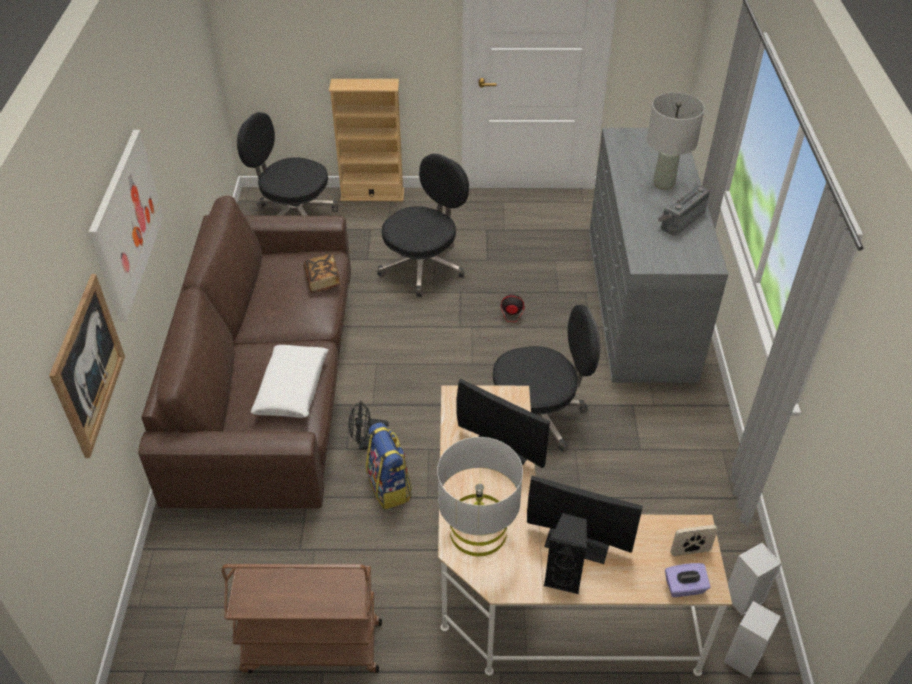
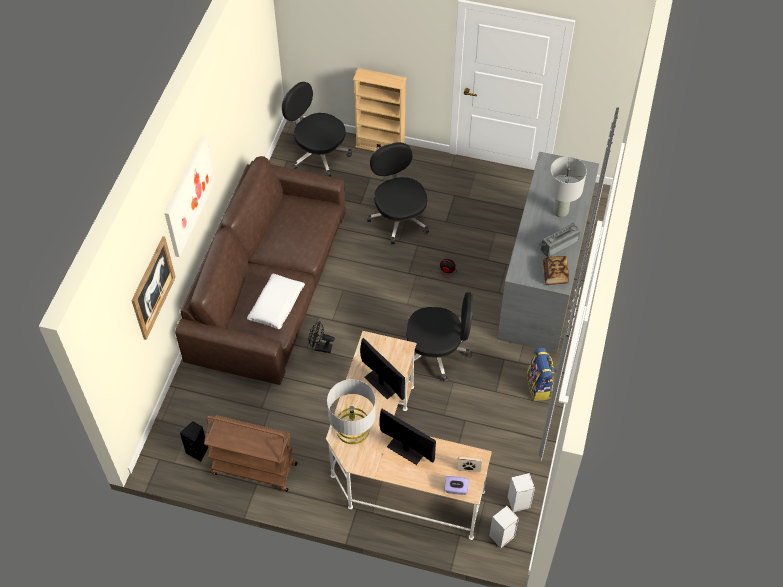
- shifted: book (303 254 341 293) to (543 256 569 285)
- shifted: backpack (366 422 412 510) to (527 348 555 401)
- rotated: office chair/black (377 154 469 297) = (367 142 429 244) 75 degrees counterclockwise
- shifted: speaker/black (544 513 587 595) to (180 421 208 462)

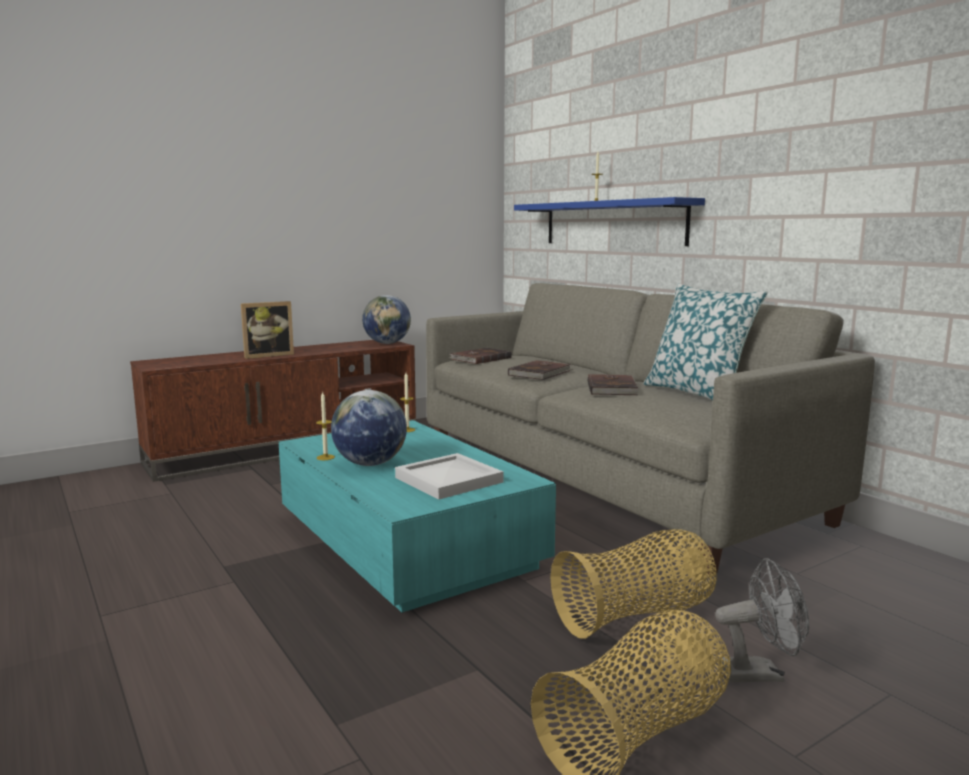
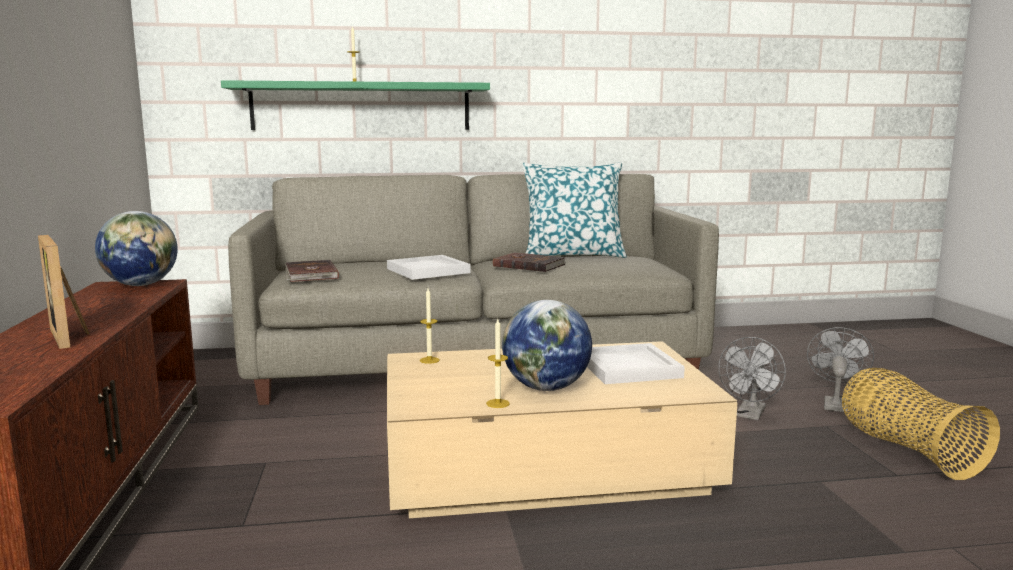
- rotated: picture frame (241 301 294 359) = (38 235 90 349) 150 degrees clockwise
- repainted: coffee table/turquoise (279 420 556 612) to coffee table/beige (387 341 738 518)
- swapped: book/brown (508 360 573 380) to tray/white (387 255 470 280)
- repainted: shelf/blue (514 197 705 246) to shelf/green (221 80 490 130)
- swapped: basket (550 529 717 639) to fan/grey (718 337 786 420)

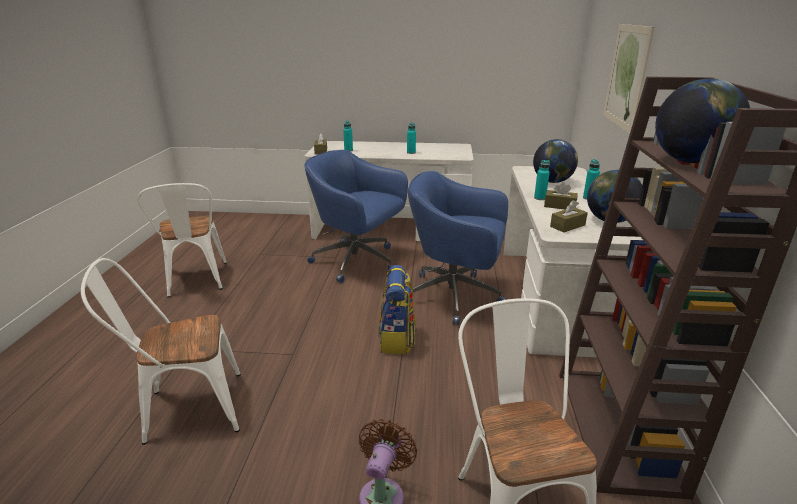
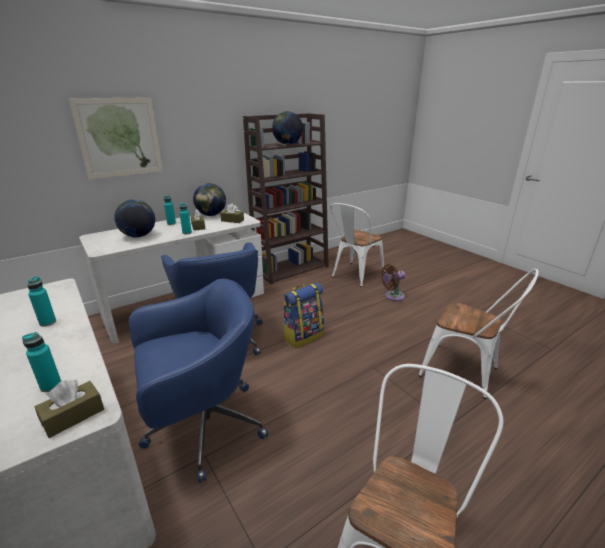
- rotated: office chair/blue (304 150 408 283) = (129 279 268 483) 105 degrees counterclockwise

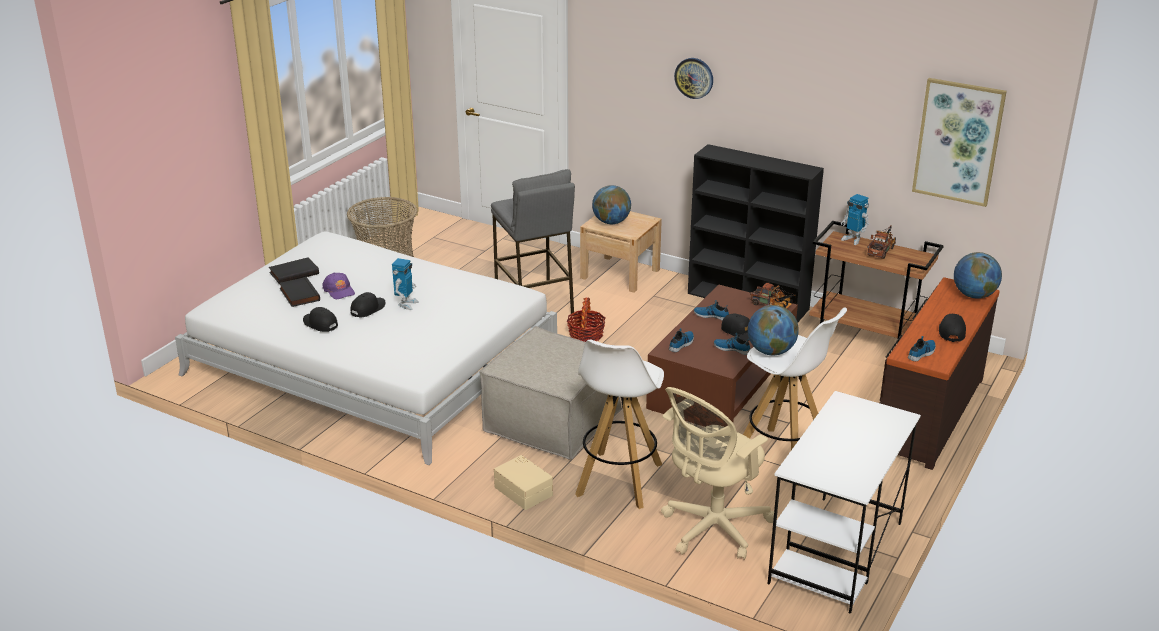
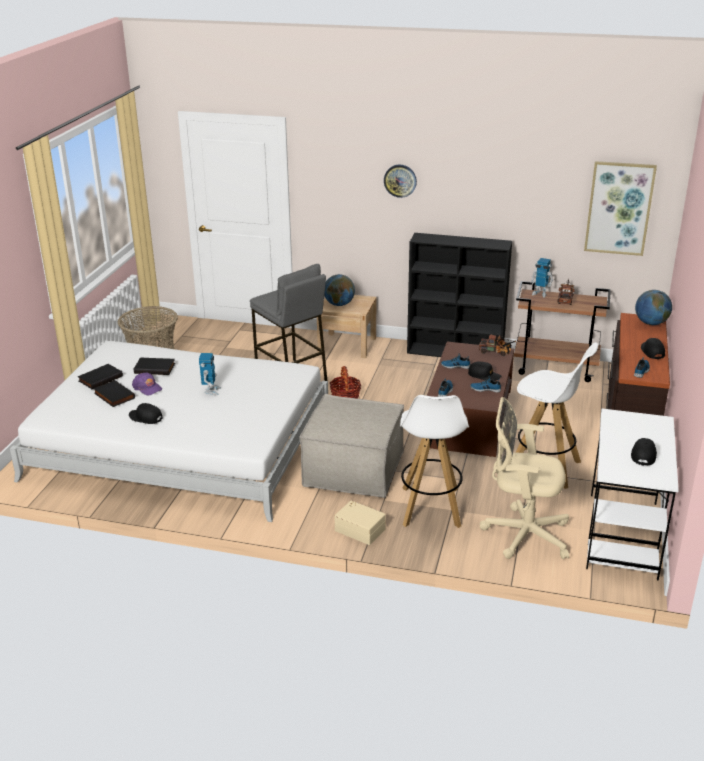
- shifted: cap/black (351 292 385 317) to (631 438 657 466)
- rotated: office chair/beige (661 387 774 560) = (479 397 569 559) 75 degrees clockwise
- gone: globe (748 305 799 355)
- new: book/black (134 357 175 375)

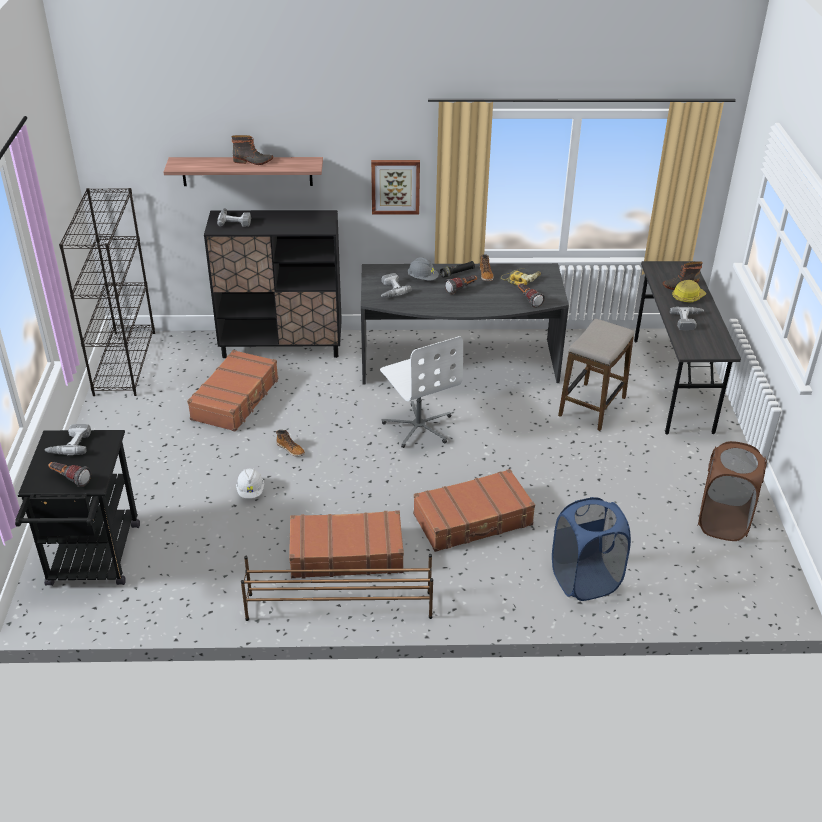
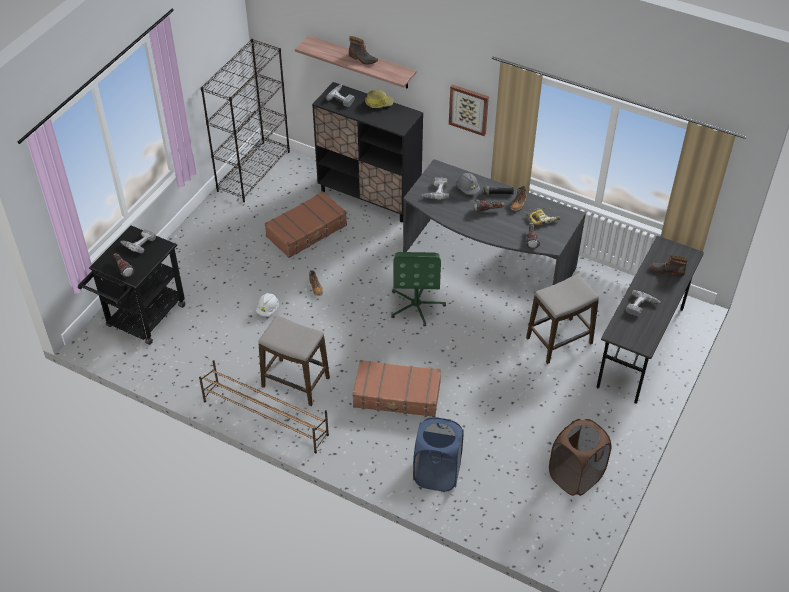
- swapped: suitcase/brown (289 510 404 578) to stool (258 315 330 406)
- repainted: office chair/white (380 336 463 448) to office chair/green (391 252 446 327)
- shifted: hard hat (672 280 706 303) to (365 89 393 108)

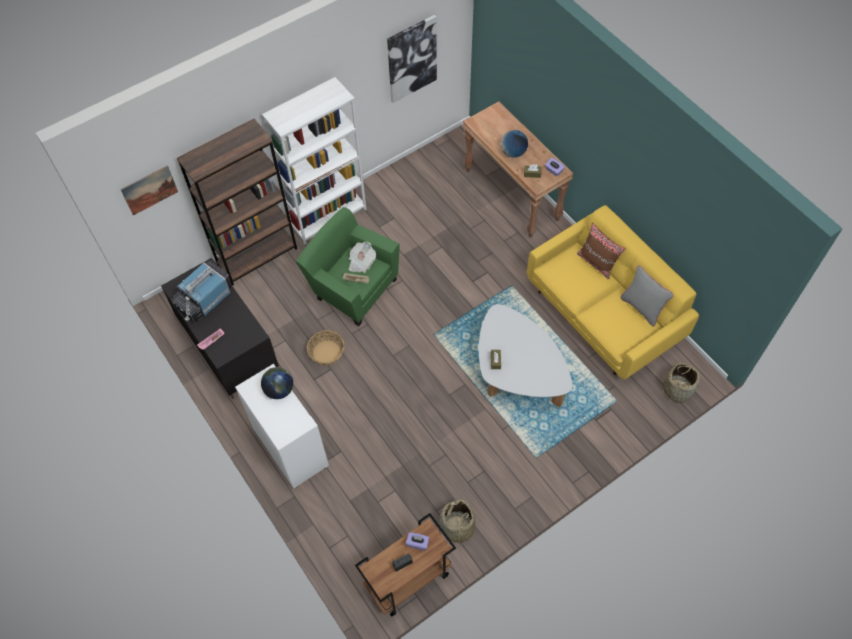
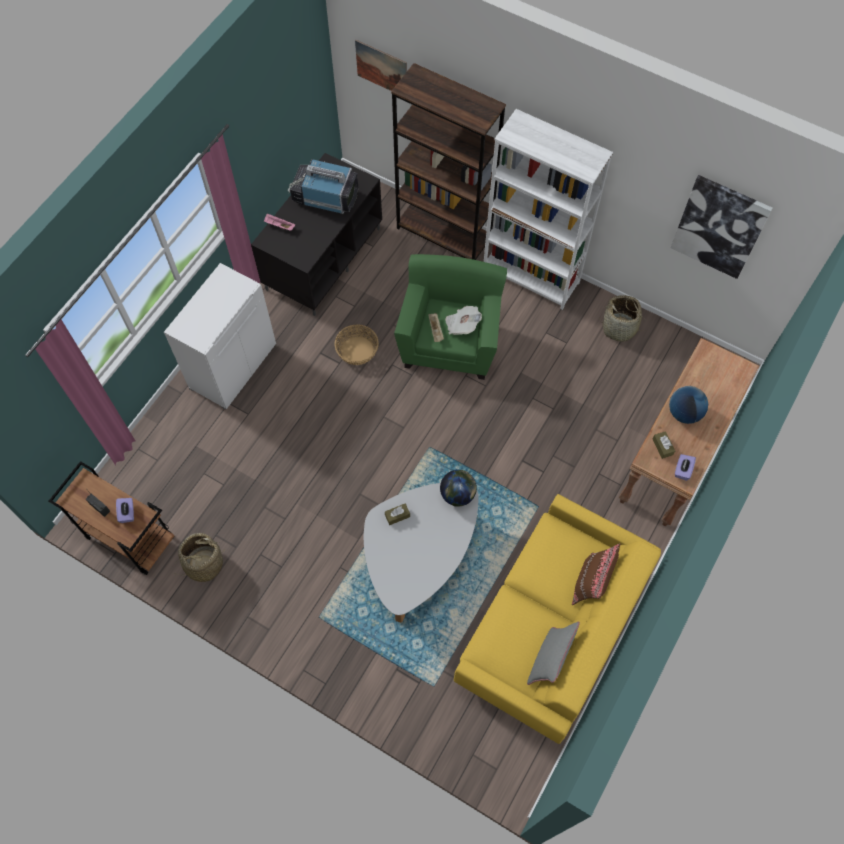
- shifted: globe (261 367 293 399) to (440 470 477 507)
- shifted: basket (663 363 700 403) to (599 295 649 342)

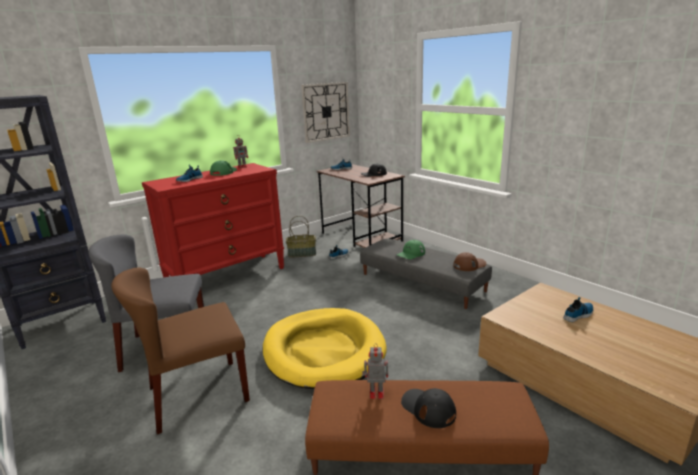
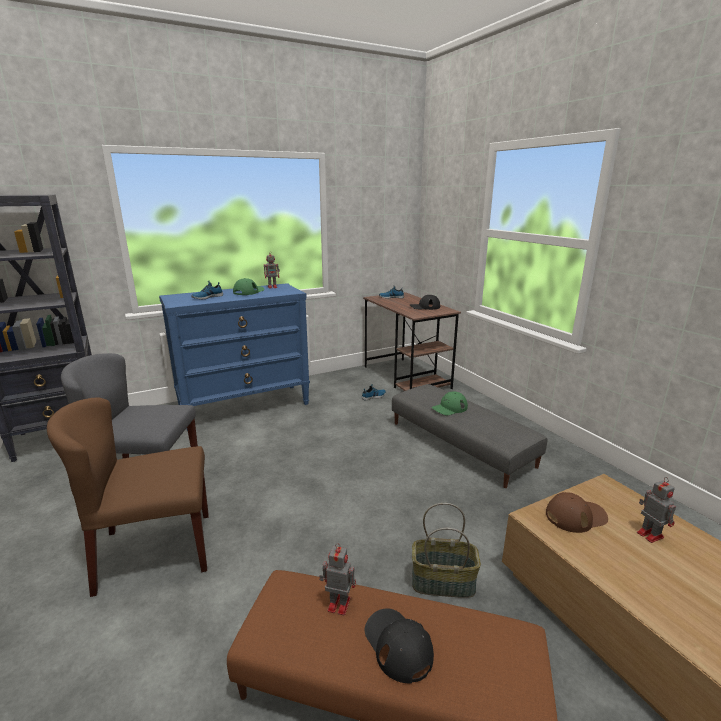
- repainted: dresser/red (142 163 284 277) to dresser/blue (159 283 310 431)
- gone: dog bed/yellow (263 308 387 389)
- shifted: basket (286 216 316 257) to (412 503 481 598)
- gone: wall clock (301 82 350 143)
- shifted: cap/brown (454 252 486 271) to (546 492 608 533)
- swapped: shoe (563 297 594 322) to toy robot (637 477 676 543)

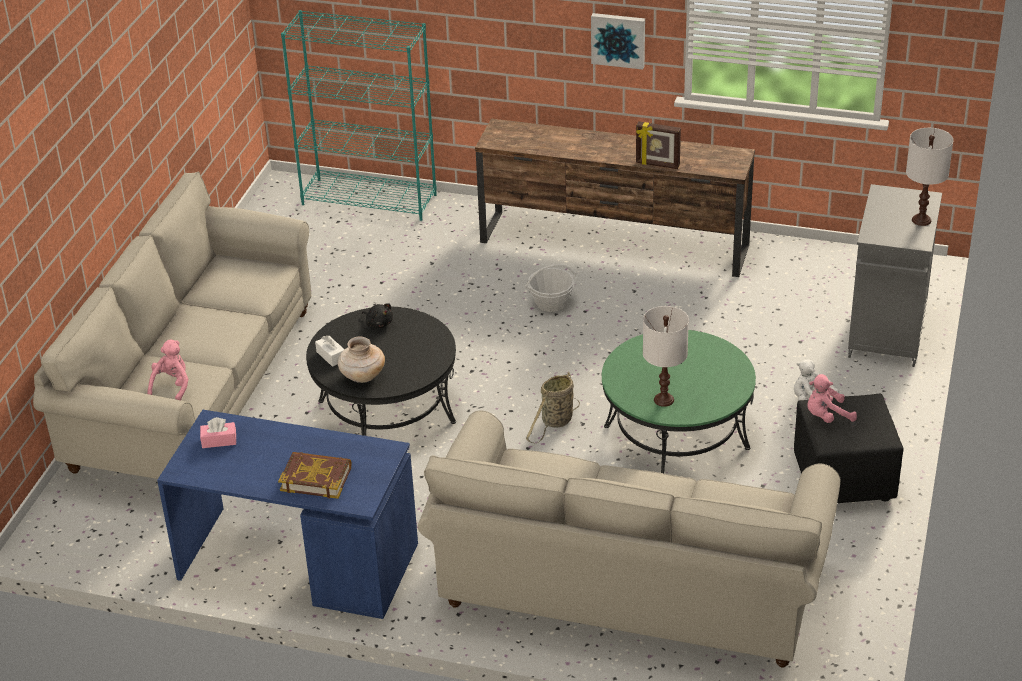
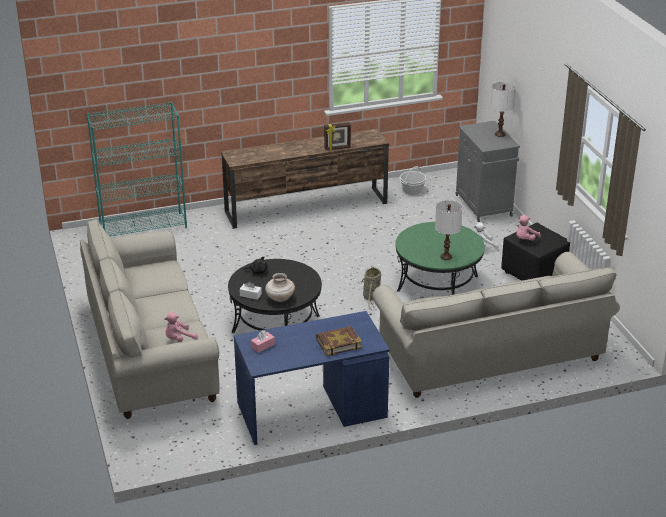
- rotated: plush toy/pink (147 340 188 400) = (164 312 198 342) 105 degrees counterclockwise
- shifted: basket (525 264 576 312) to (400 166 426 195)
- gone: picture (591 13 645 69)

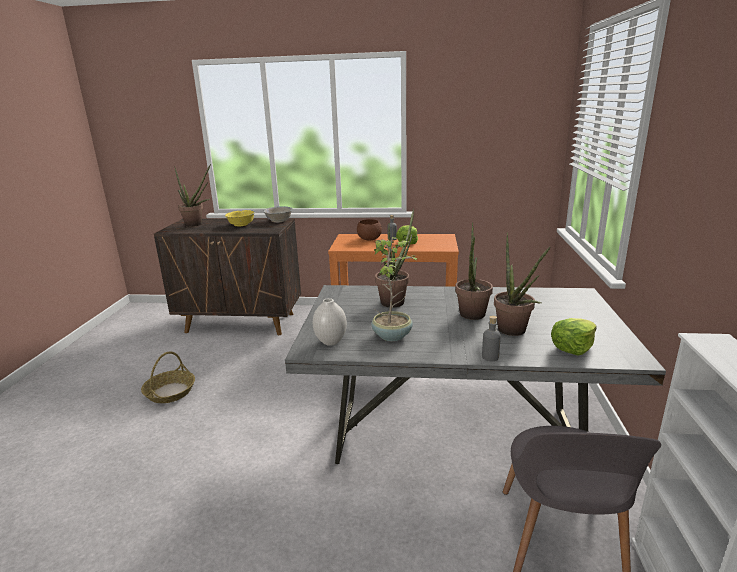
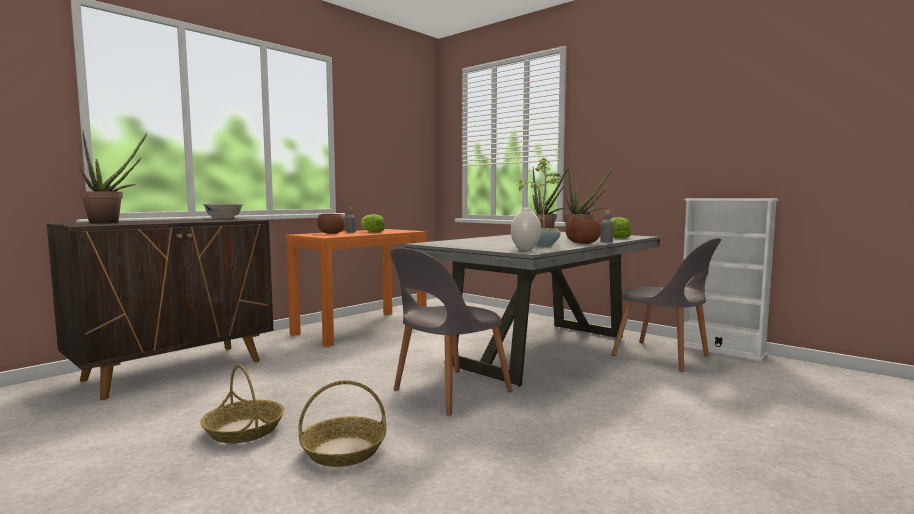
- gone: bowl/yellow (225 210 255 226)
- gone: potted plant (375 209 414 308)
- new: basket (299 380 386 467)
- new: chair/grey (390 248 513 416)
- new: bowl/brown (565 219 601 244)

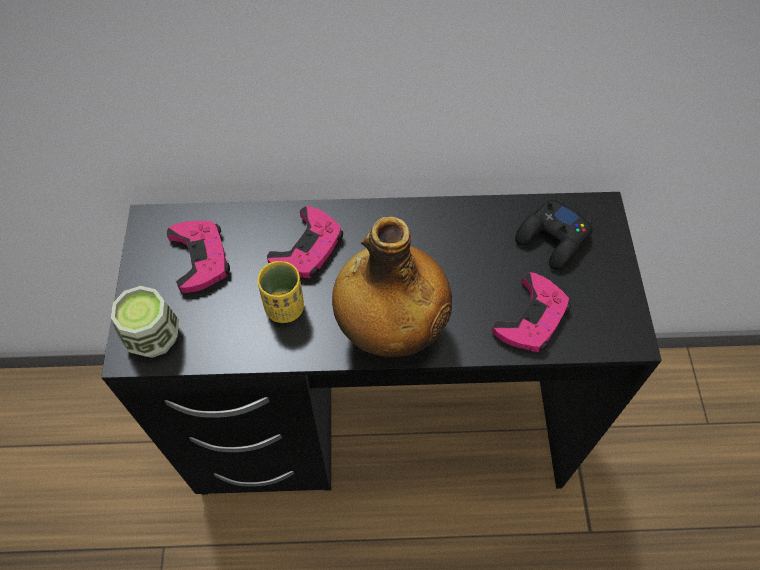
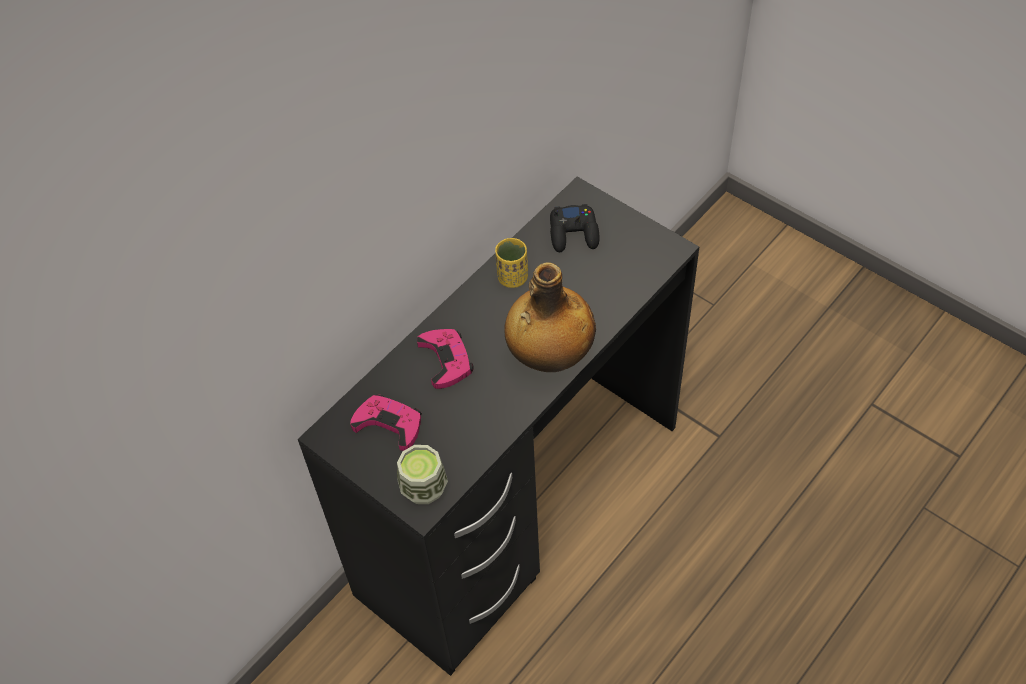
- shifted: cup/yellow (257 261 304 323) to (495 238 528 288)
- gone: game controller/pink (492 272 571 352)

